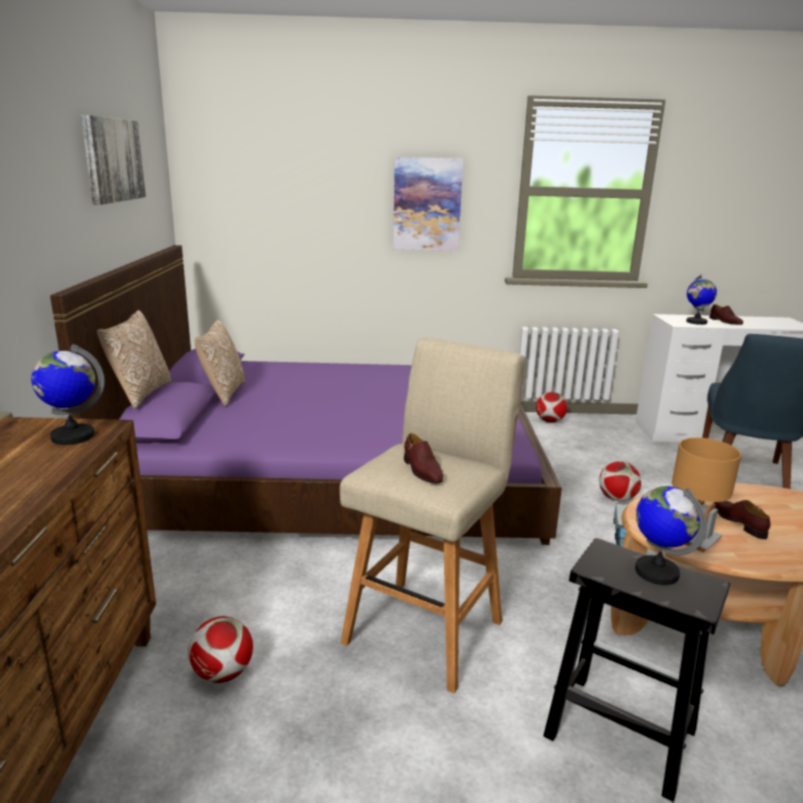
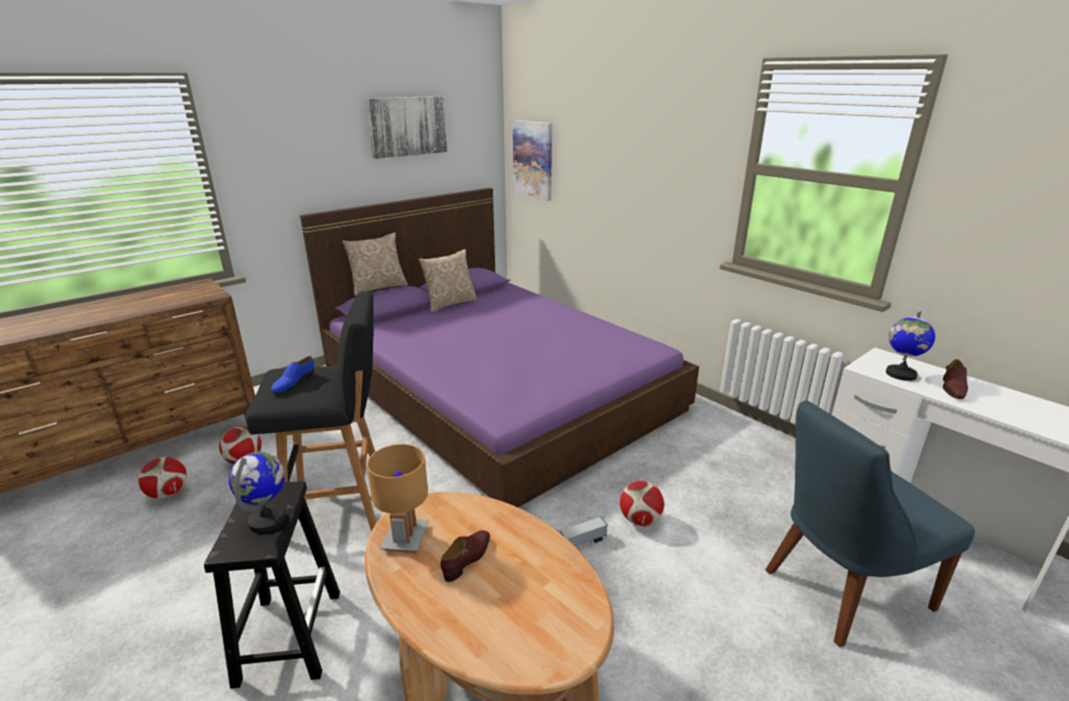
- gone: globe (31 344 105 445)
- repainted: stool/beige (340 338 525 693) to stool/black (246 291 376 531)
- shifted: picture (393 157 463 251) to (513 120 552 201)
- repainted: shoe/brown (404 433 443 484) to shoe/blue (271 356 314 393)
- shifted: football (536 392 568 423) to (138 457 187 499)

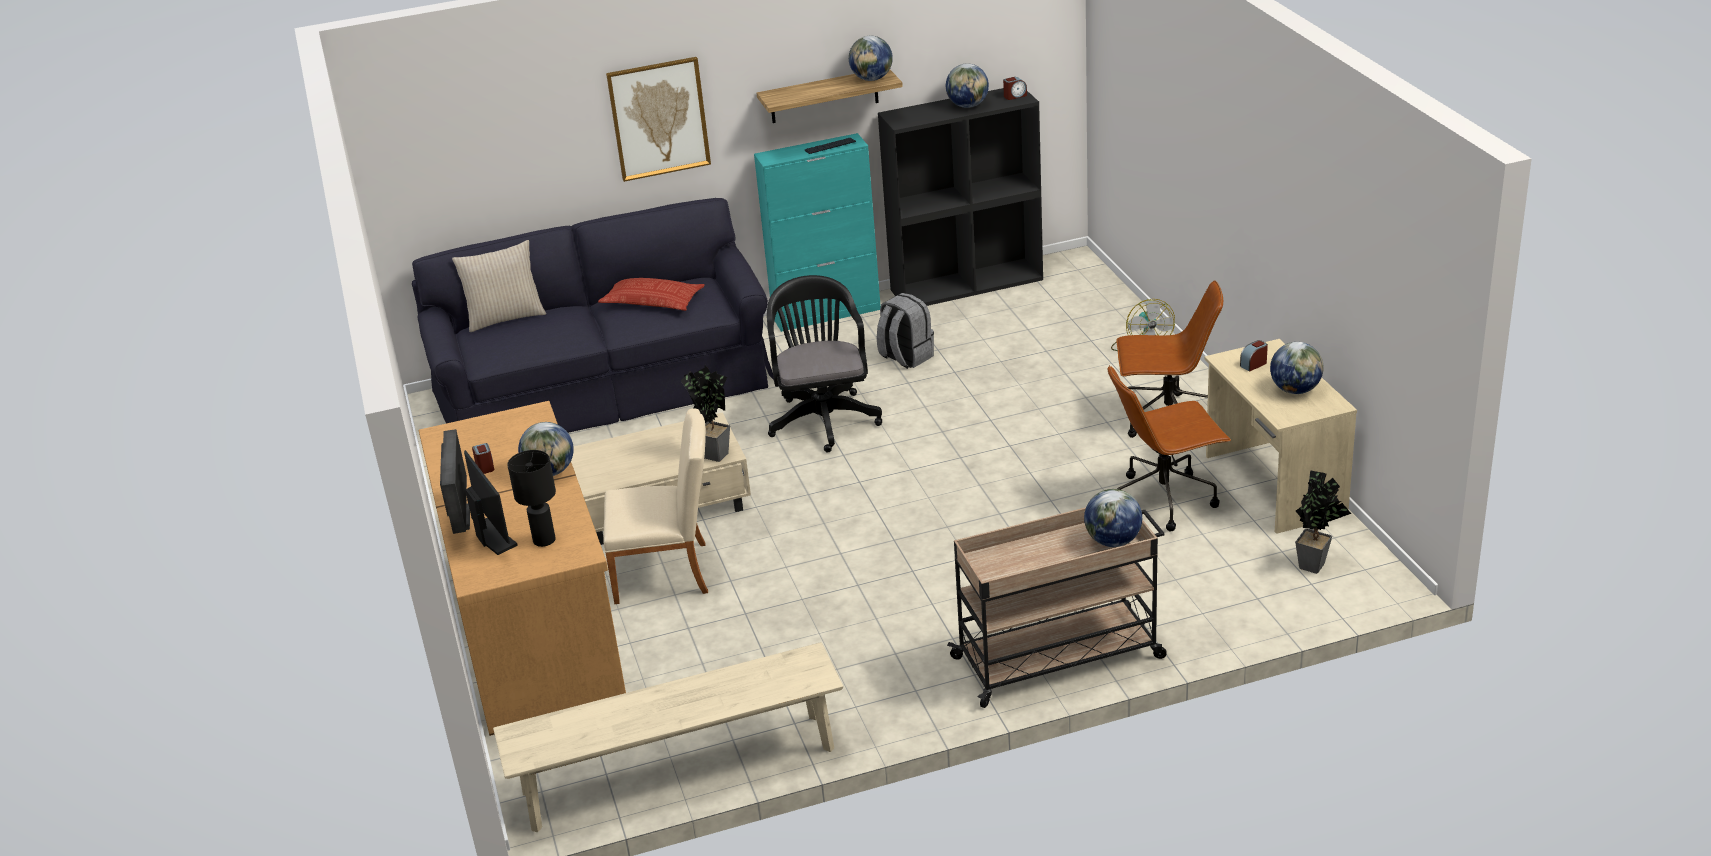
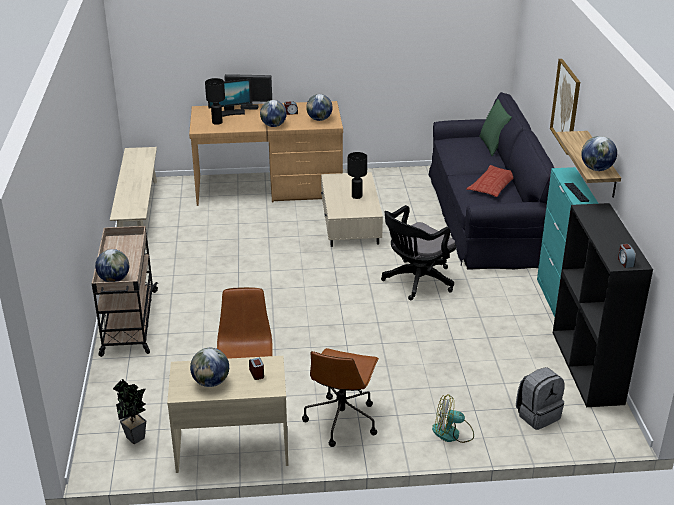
- repainted: pillow/beige (452 240 546 332) to pillow/green (479 99 512 156)
- gone: chair/beige (603 408 708 604)
- gone: potted plant (681 365 730 462)
- rotated: office chair/black (767 275 882 453) = (381 205 456 300) 135 degrees clockwise
- shifted: backpack/grey (877 293 934 369) to (516 367 565 430)
- shifted: globe (946 64 989 108) to (306 94 333 121)
- new: table lamp/black (348 152 367 199)

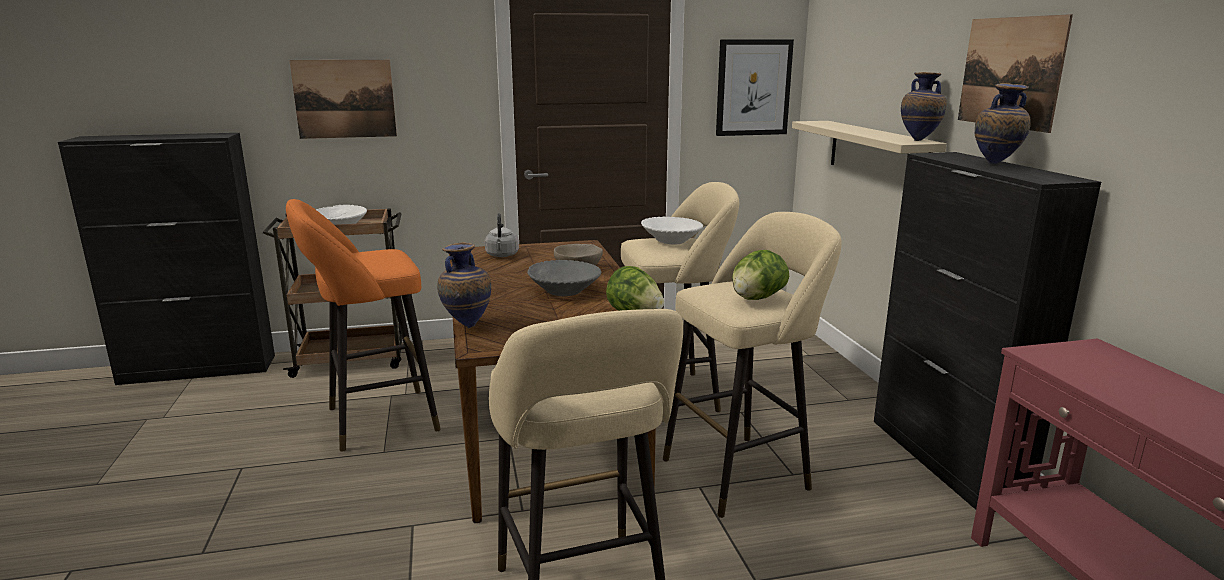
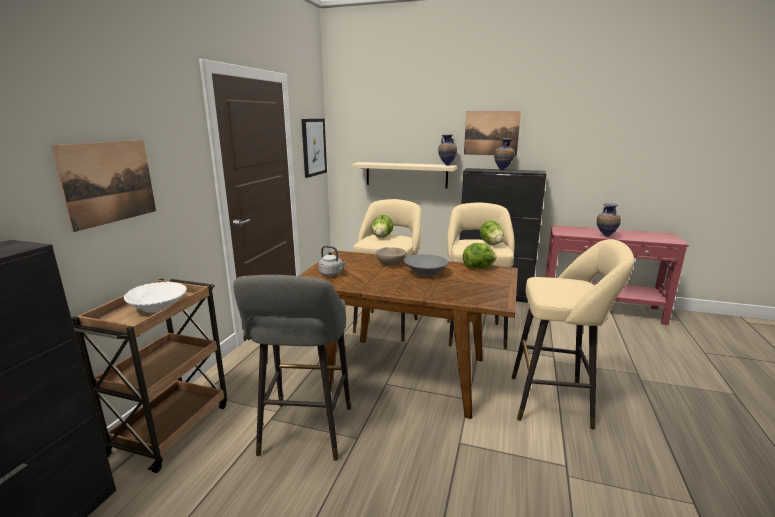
- repainted: stool/orange (286 199 441 452) to stool/grey (233 275 351 461)
- shifted: vase (437 242 491 328) to (597 203 621 237)
- swapped: bowl/white (641 217 703 245) to lettuce (371 215 394 238)

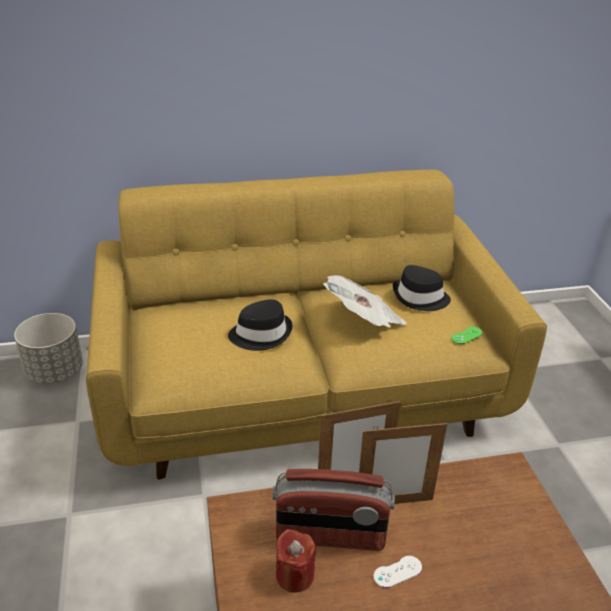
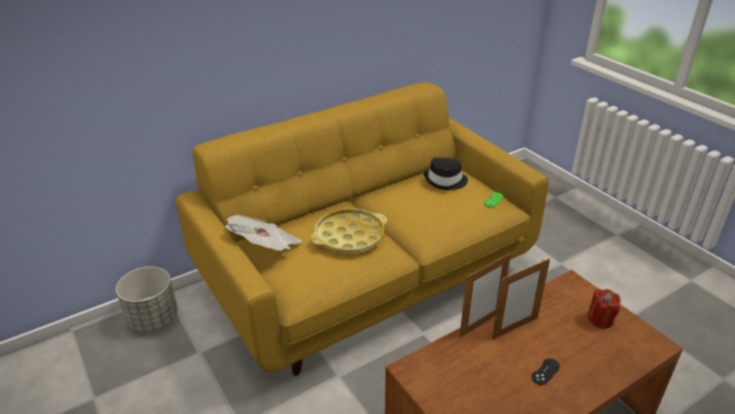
- swapped: hat/black (228 299 292 351) to tray/yellow (310 208 387 254)
- gone: radio (272 469 395 551)
- shifted: candle/red (276 529 316 592) to (587 289 620 329)
- shifted: newspaper (323 275 407 328) to (225 215 302 251)
- repainted: game controller/white (373 556 422 588) to game controller/black (532 358 560 385)

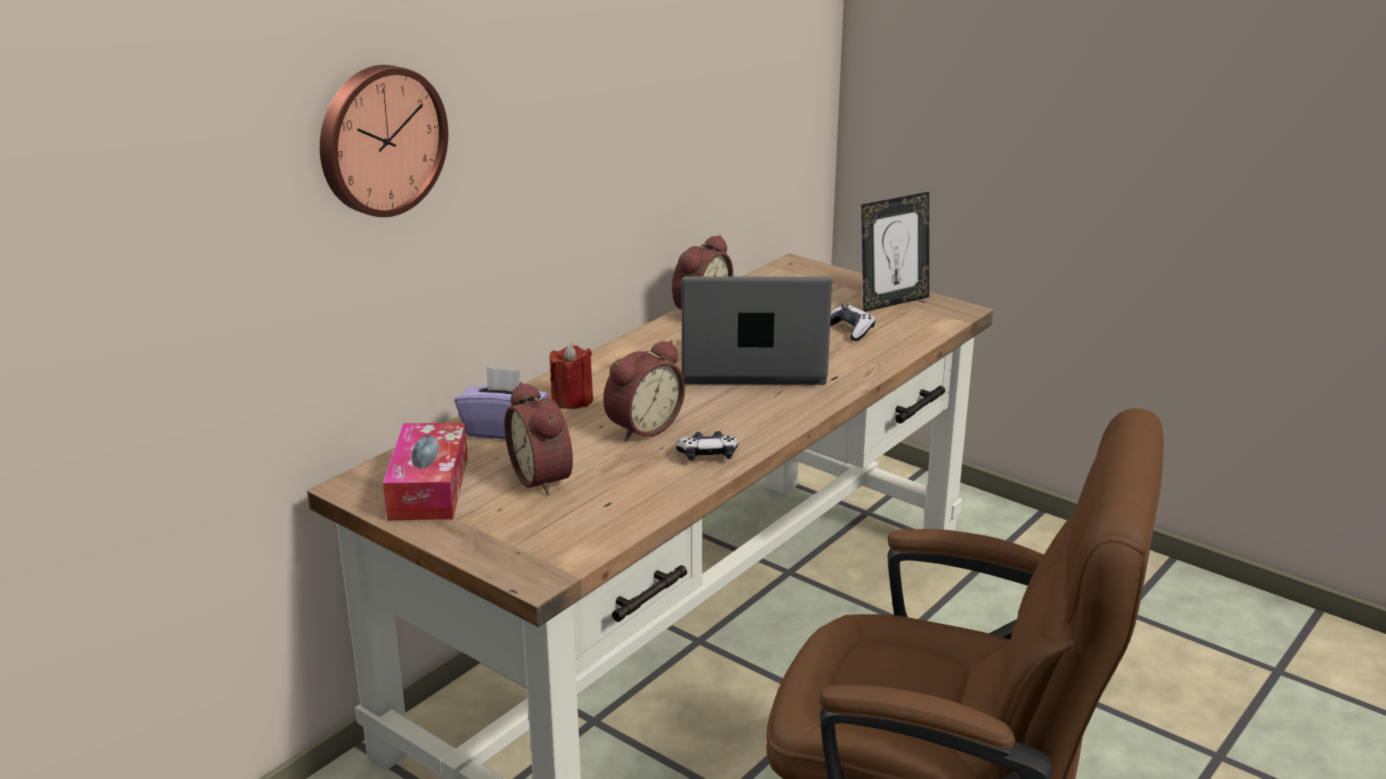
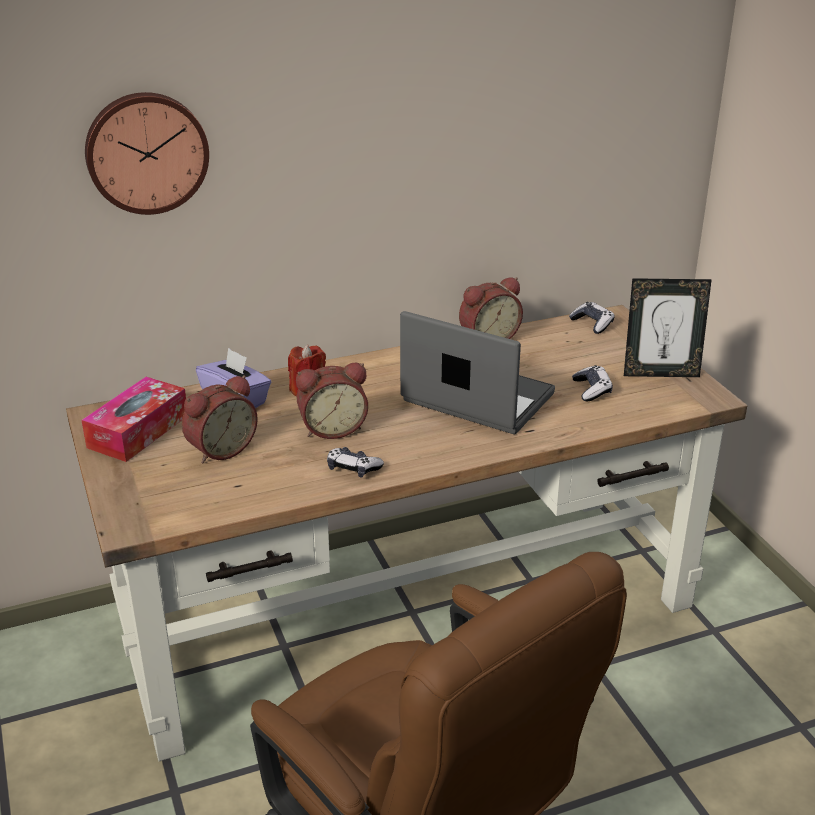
- rotated: alarm clock (505 382 573 496) = (182 375 258 463) 135 degrees counterclockwise
- new: game controller (569 302 615 334)

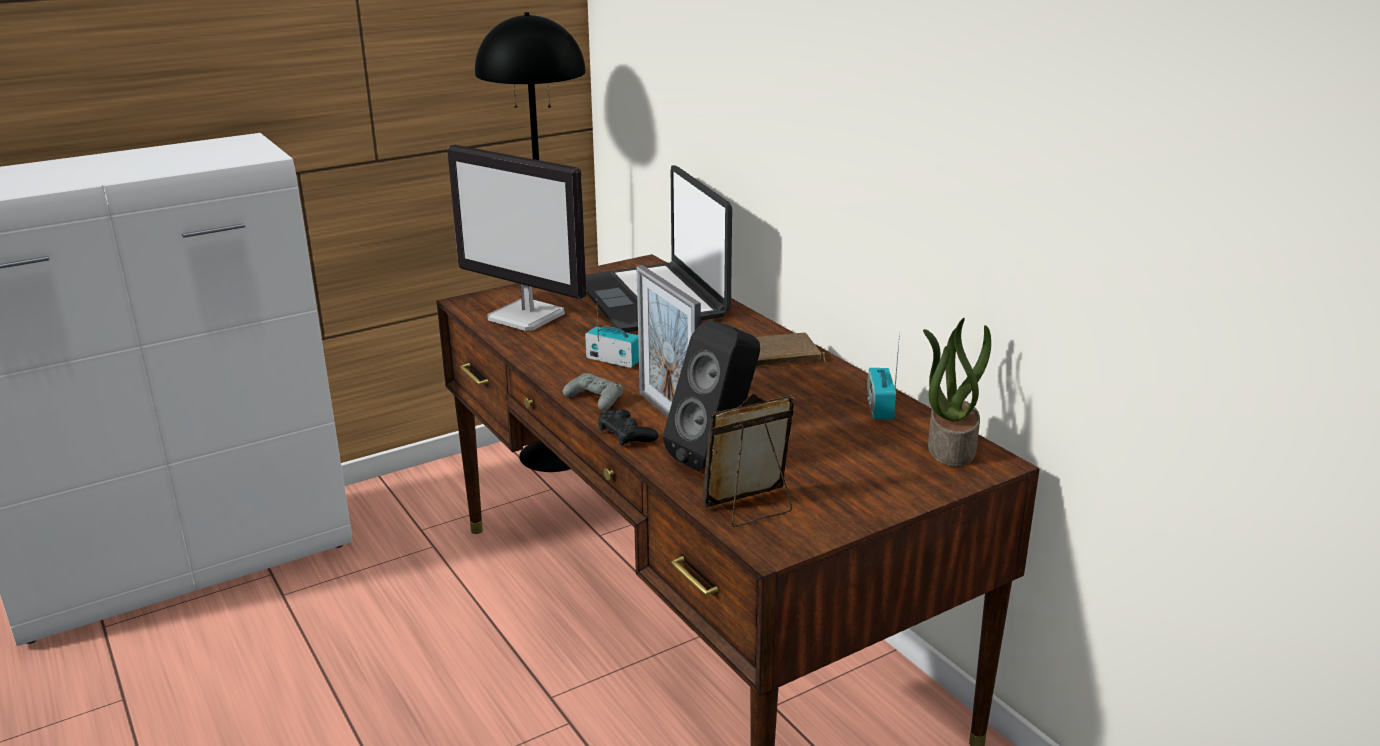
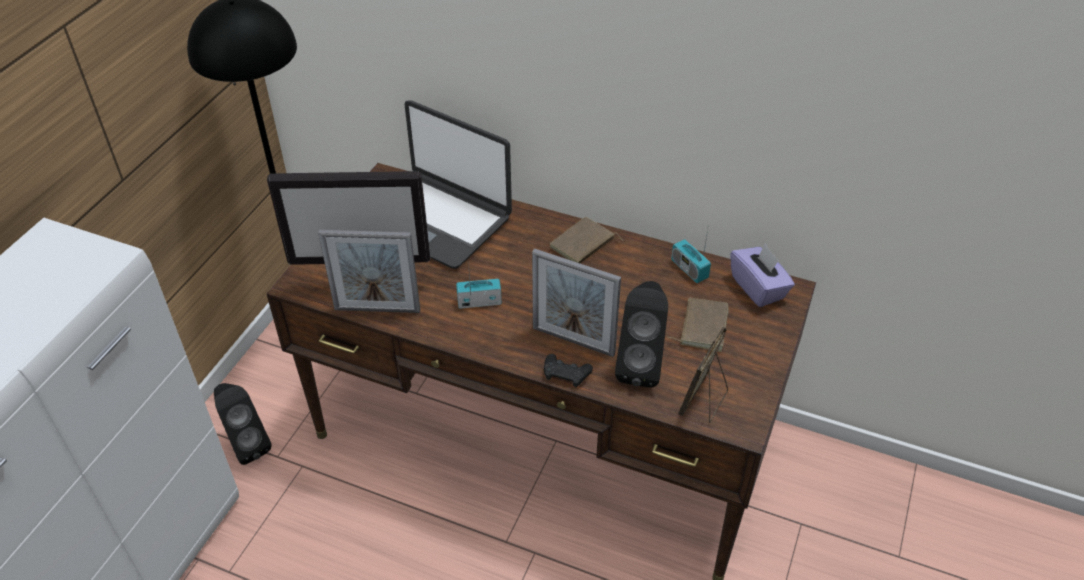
- gone: game controller/grey (562 373 623 411)
- swapped: potted plant (923 318 991 467) to tissue box/purple (730 244 795 307)
- new: speaker/black (214 383 272 465)
- new: picture frame (318 230 420 313)
- new: book/brown (667 298 729 352)

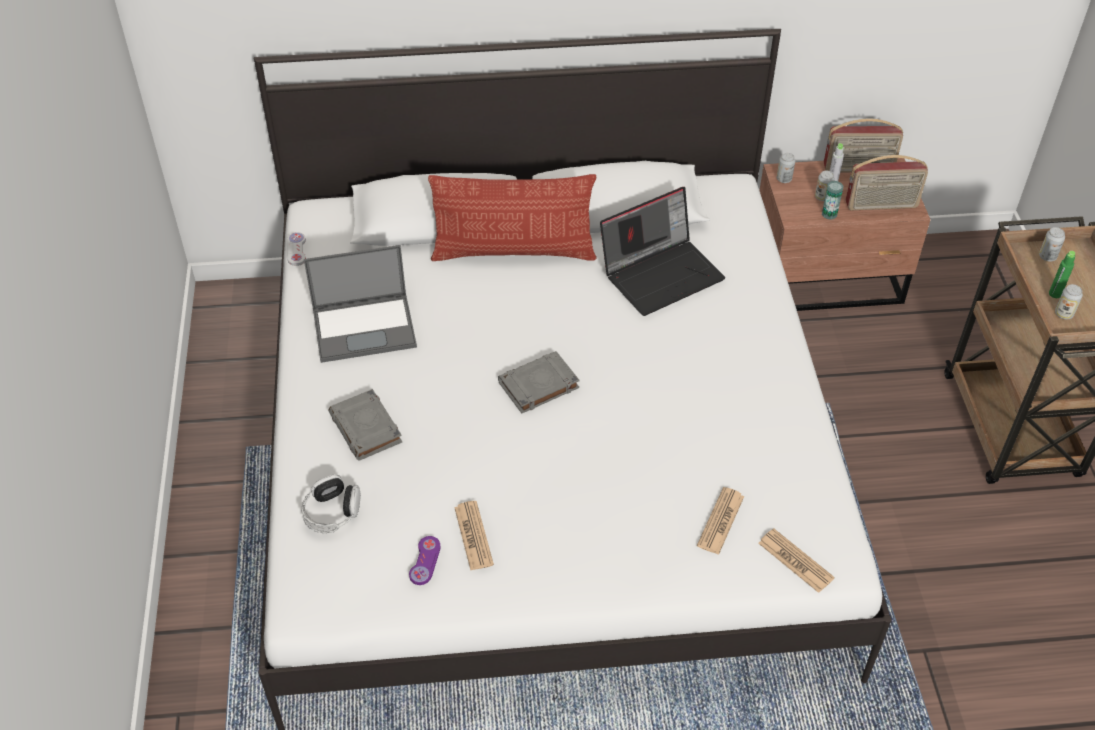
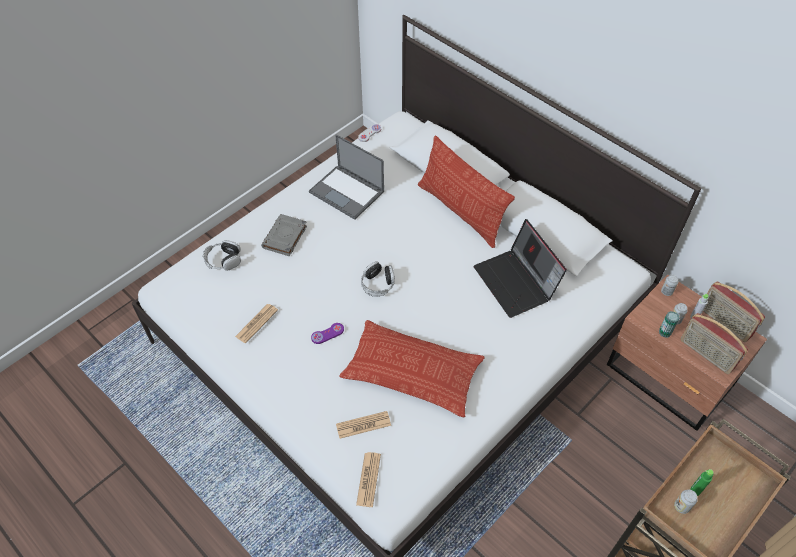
- shifted: game controller/purple (409 536 440 585) to (311 323 344 344)
- swapped: book/grey (498 351 580 413) to headphones (361 261 395 297)
- rotated: laptop (600 187 725 316) = (473 219 567 318) 45 degrees clockwise
- gone: can (1039 227 1065 261)
- new: pillow (339 320 484 418)

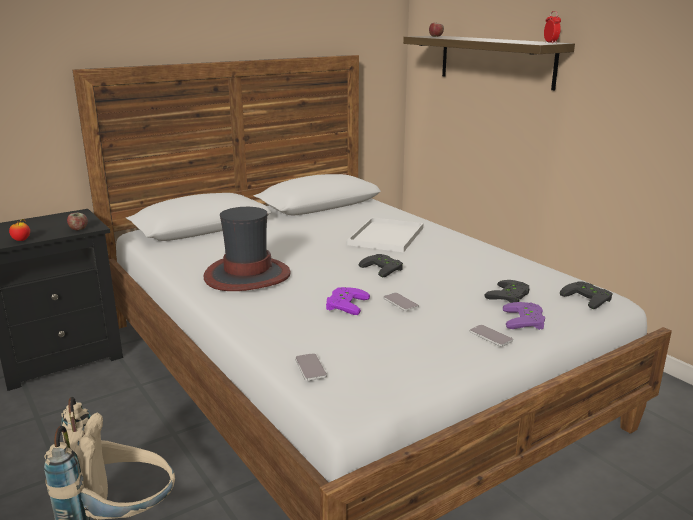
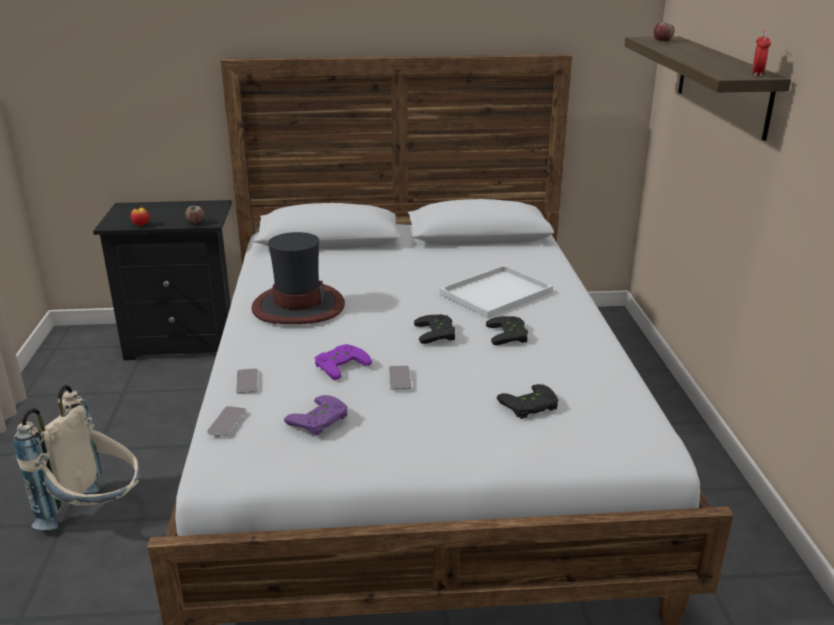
- shifted: phone (470 325 513 347) to (236 368 258 394)
- shifted: game controller/purple (503 302 545 330) to (284 395 348 436)
- shifted: game controller/black (560 281 613 309) to (486 316 528 345)

